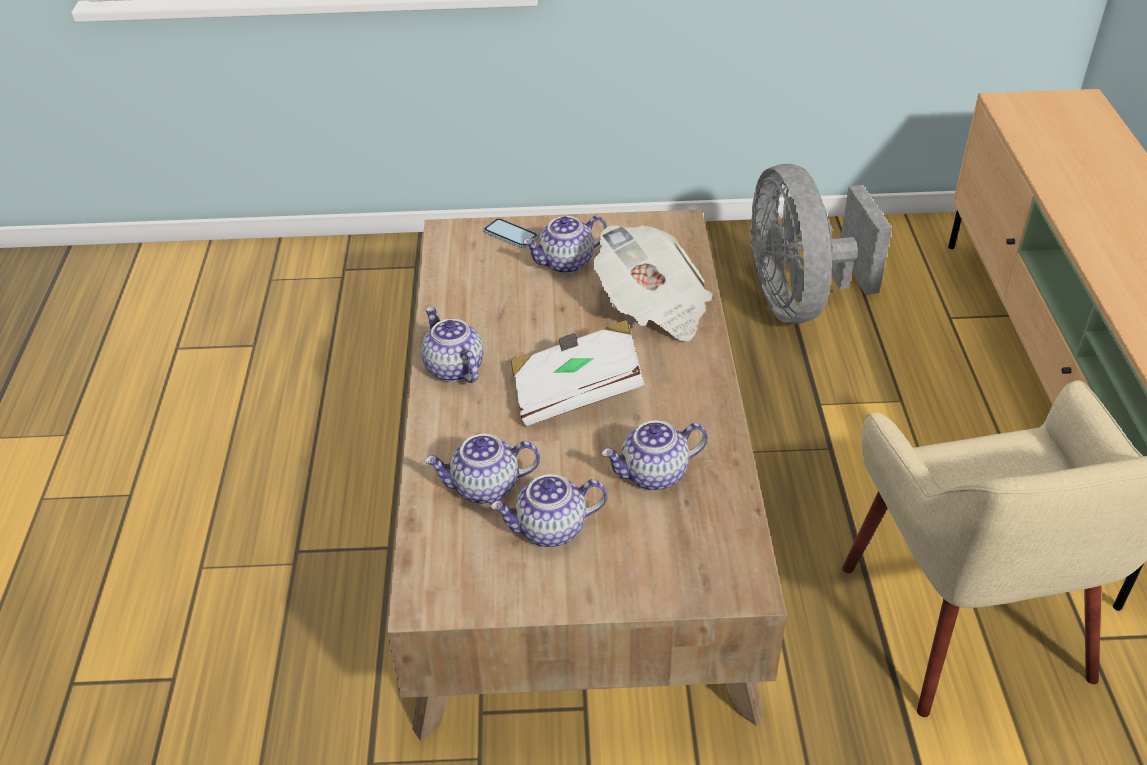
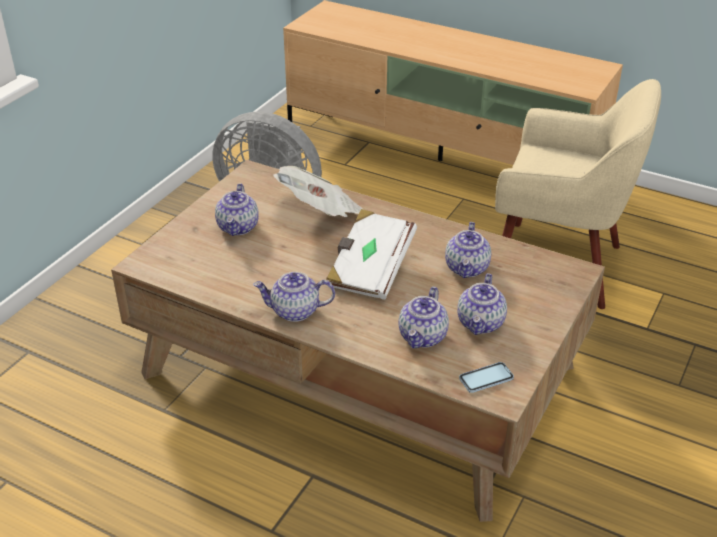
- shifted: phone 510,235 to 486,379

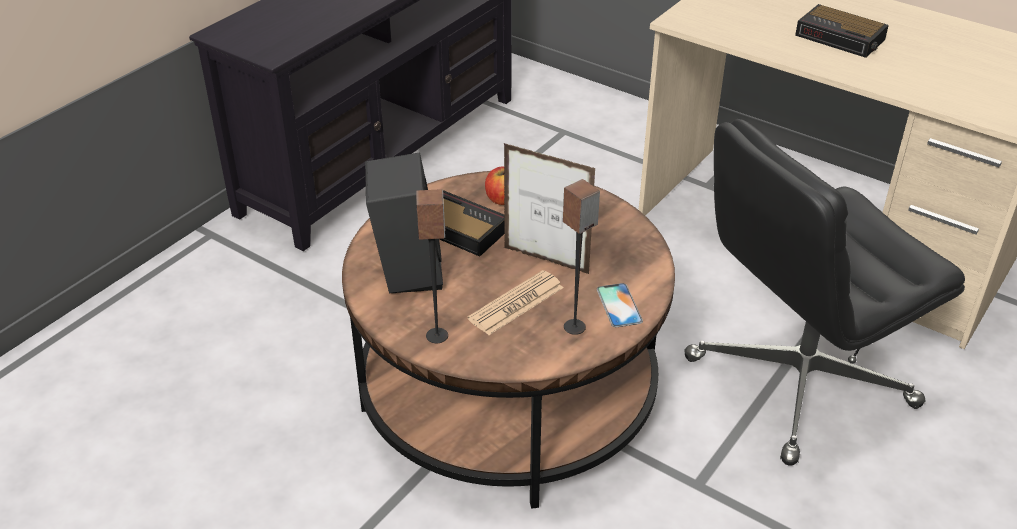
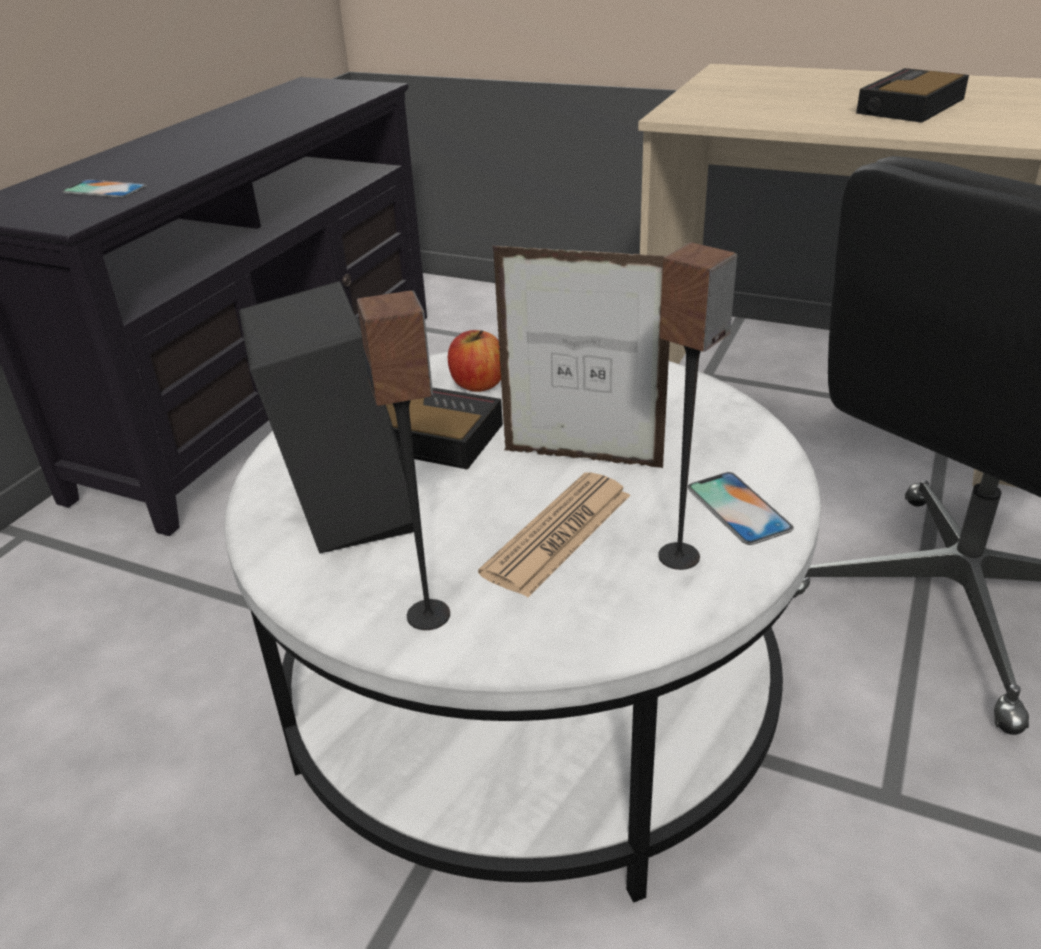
- repainted: brownish coffee table 508,391 to whitish coffee table 530,695
- rotated: table clock 841,38 = 909,106 105 degrees clockwise
- new: phone 105,189

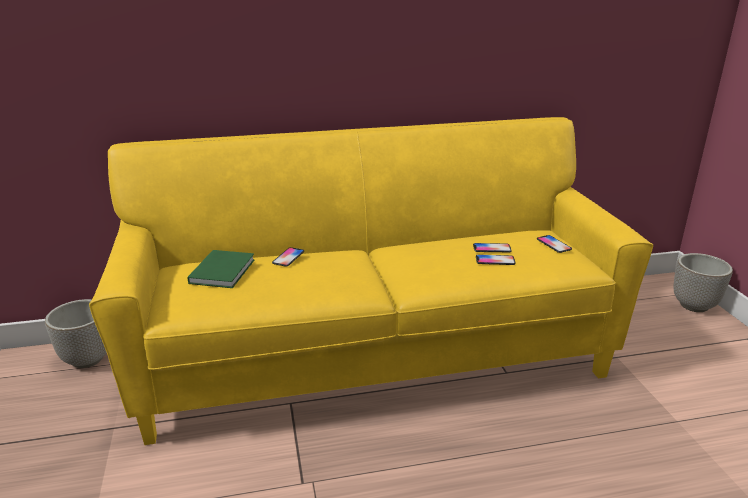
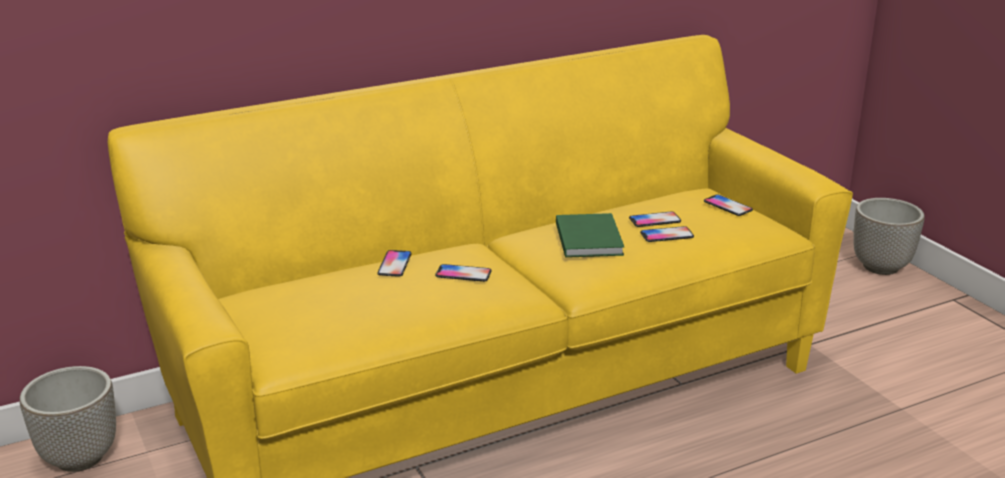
- shifted: green bound book 224,270 to 589,238
- new: phone 463,274

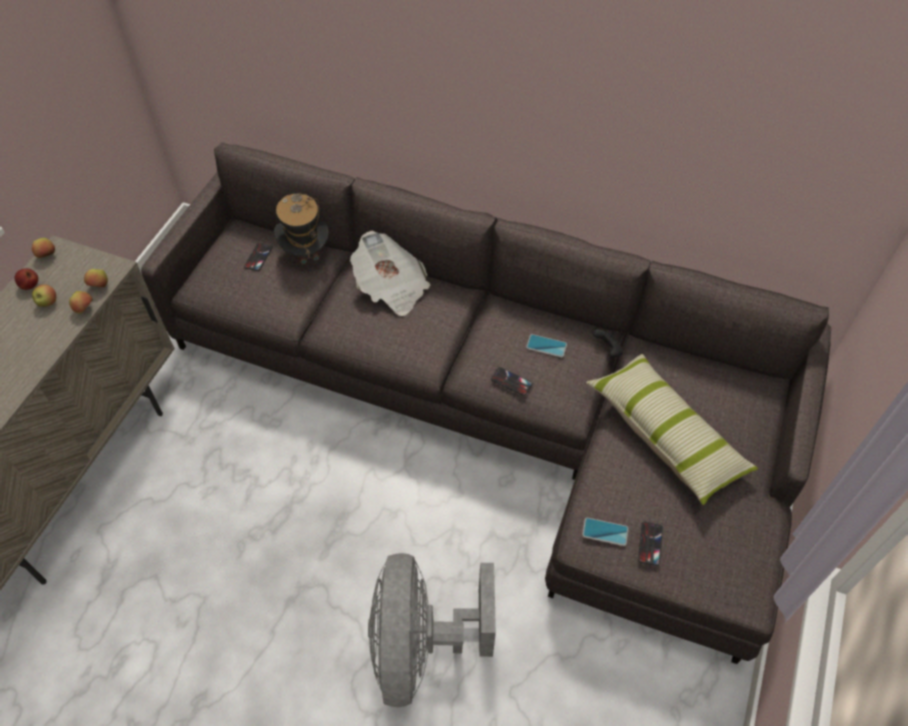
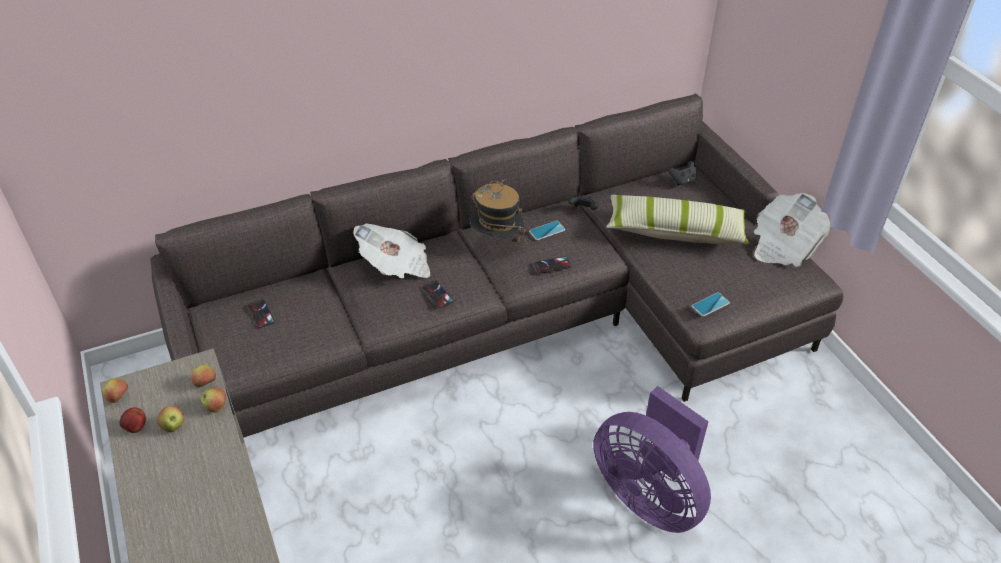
- shifted: hat 306,254 to 497,243
- repainted: gray fan 421,646 to purple-coloured fan 649,495
- shifted: phone 650,543 to 437,294
- new: black-coloured game controller 682,181
- new: newspaper 783,245

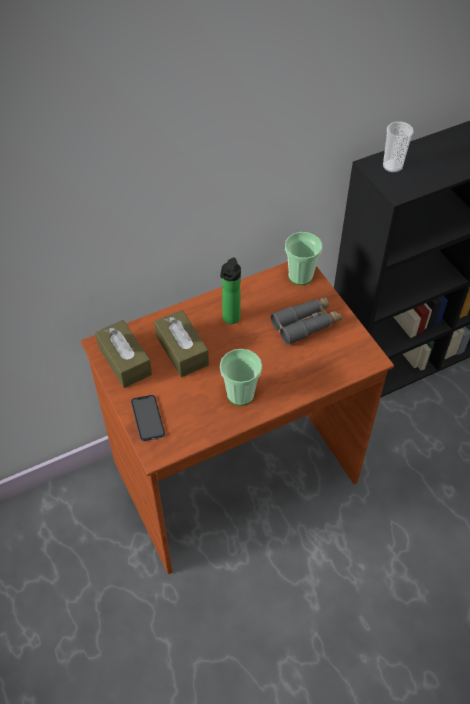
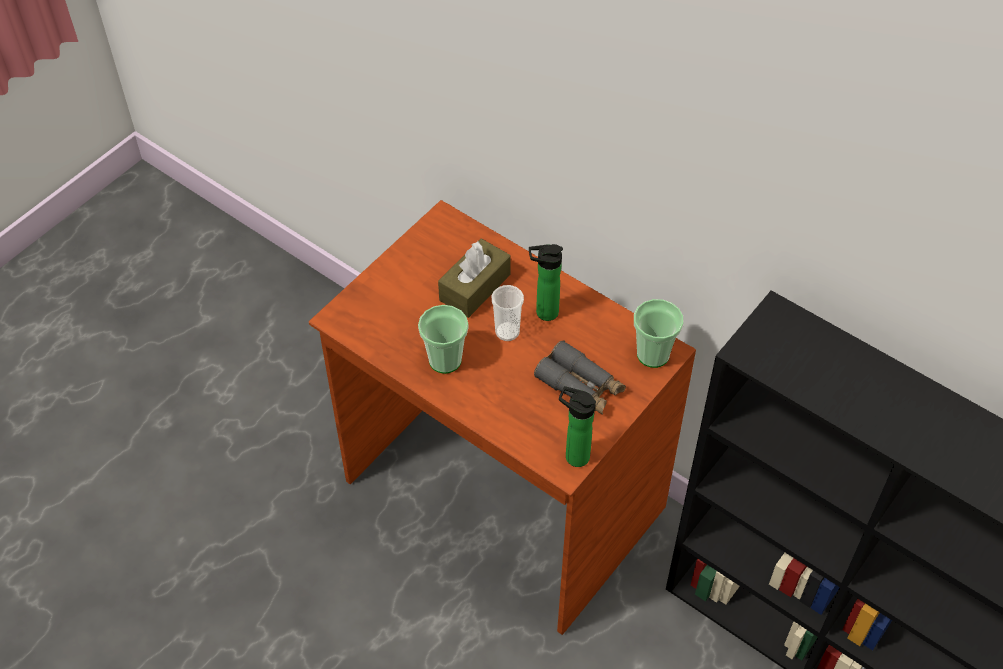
- gone: brownish tissue box 125,361
- gone: phone 148,418
- shifted: drinking cup 392,166 to 507,332
- new: bottle 573,455

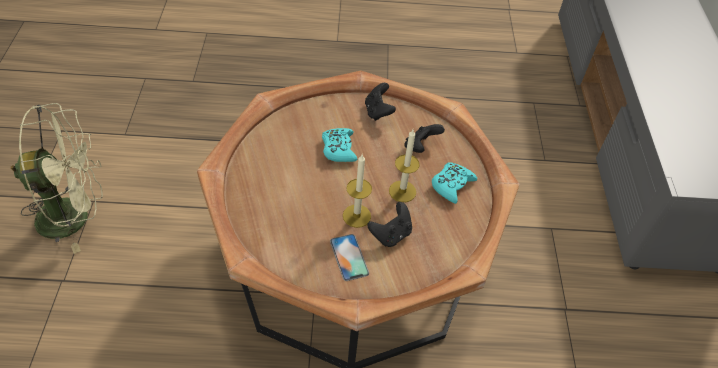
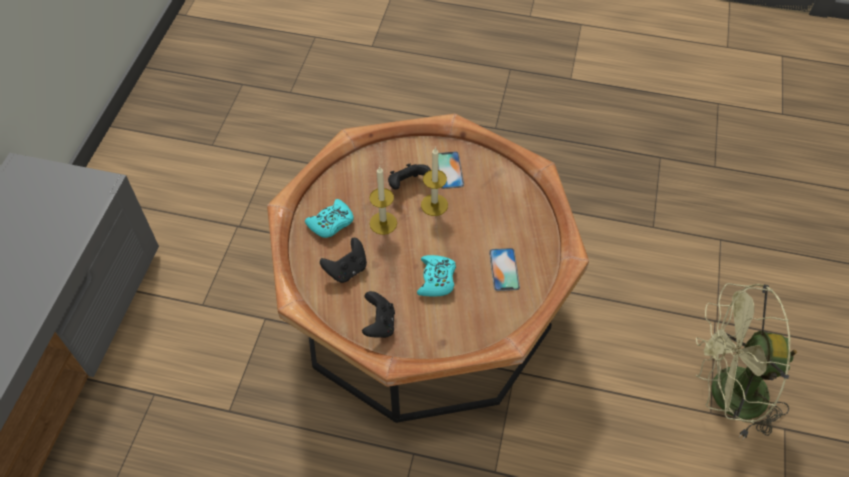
- new: phone 504,269

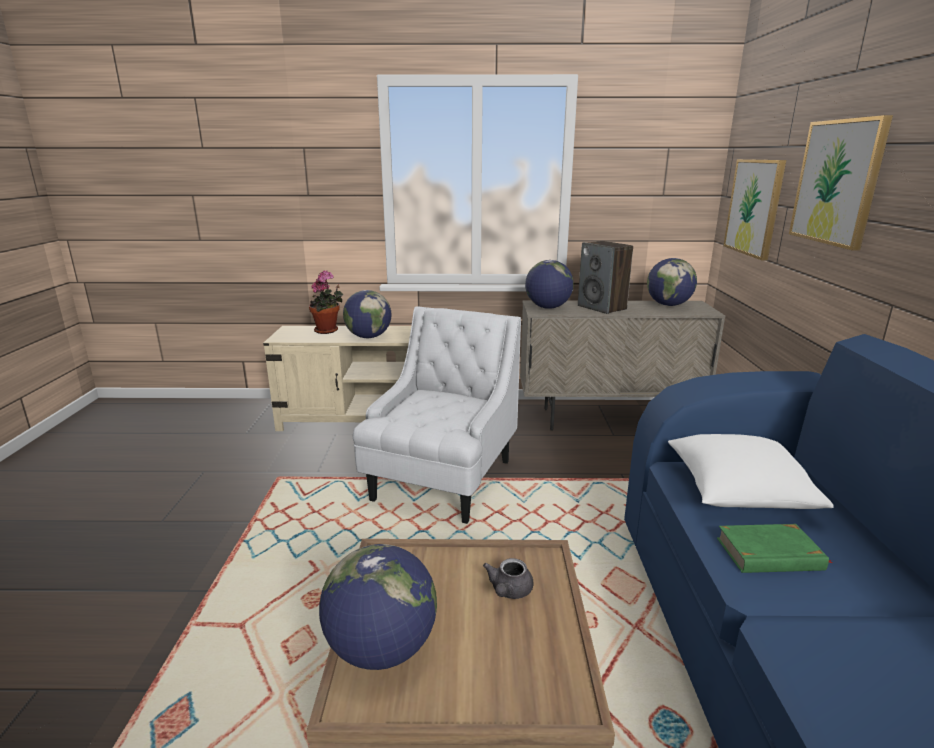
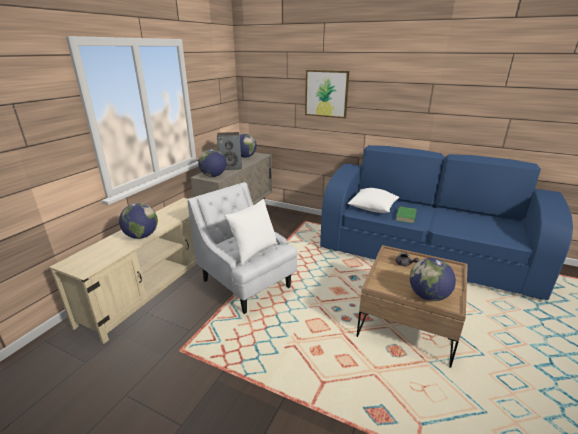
- gone: houseplant 328,331
- gone: wall art 754,207
- new: whitish pillow 254,252

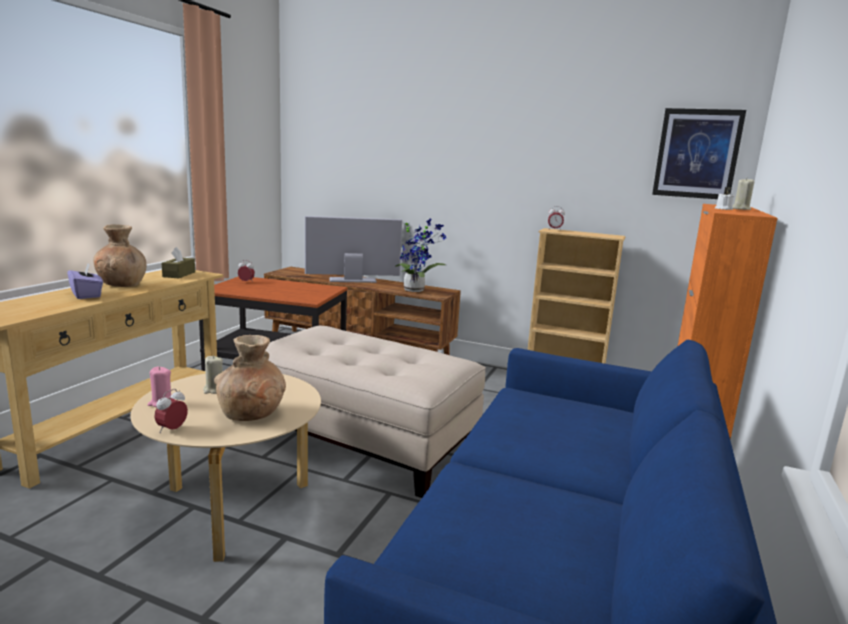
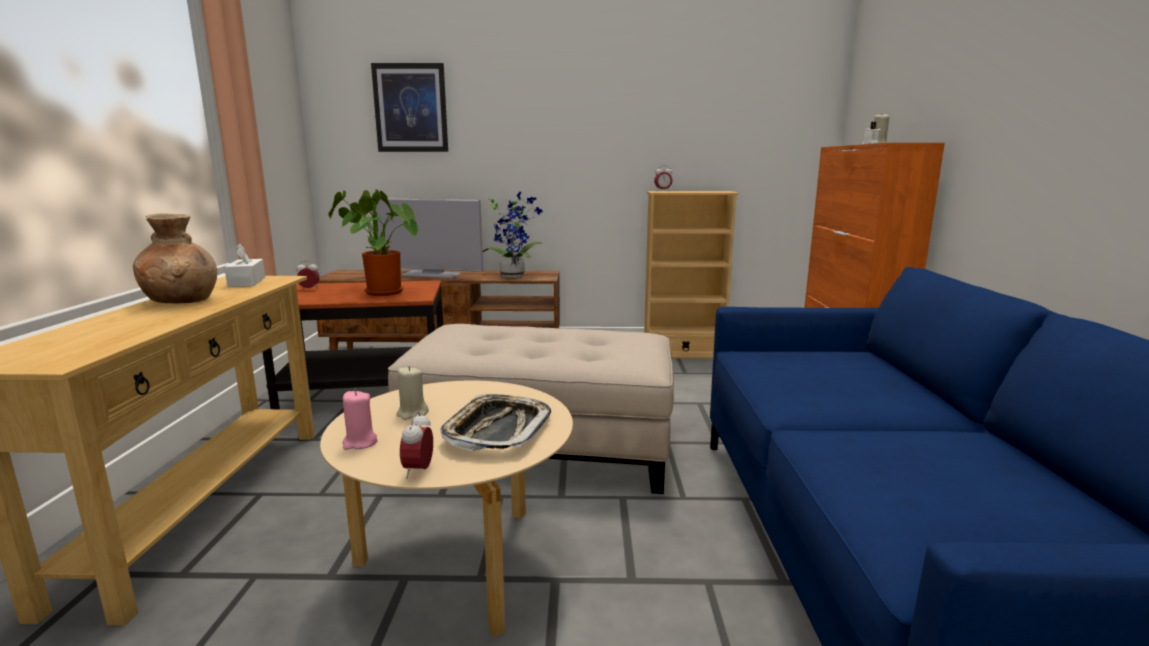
- gone: purple-coloured tissue box 87,295
- repainted: brownish tissue box 179,274 to whitish tissue box 247,282
- swapped: brownish vase 252,414 to tray 497,430
- rotated: TV 353,280 = 431,275 135 degrees counterclockwise
- shifted: wall art 697,154 to 410,108
- new: houseplant 380,292

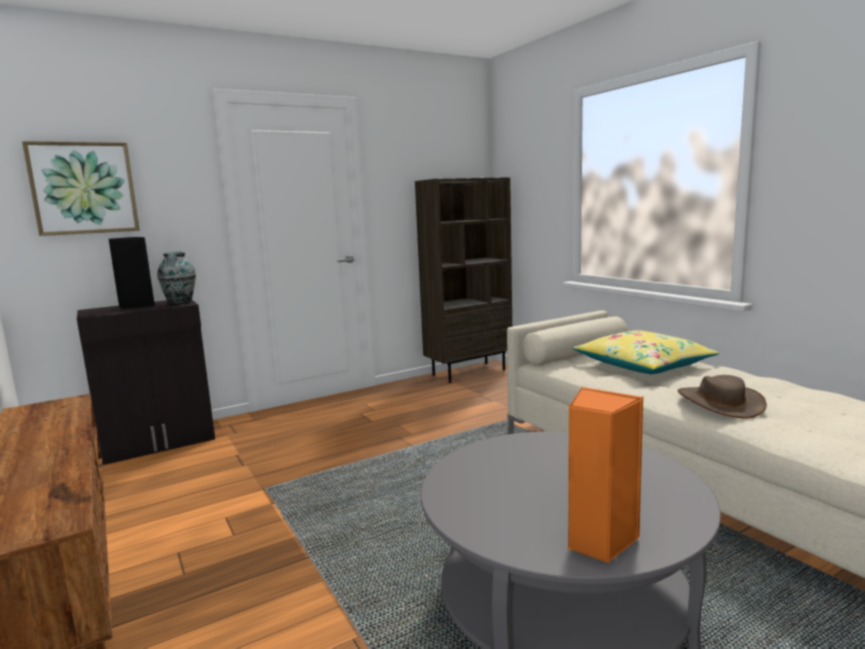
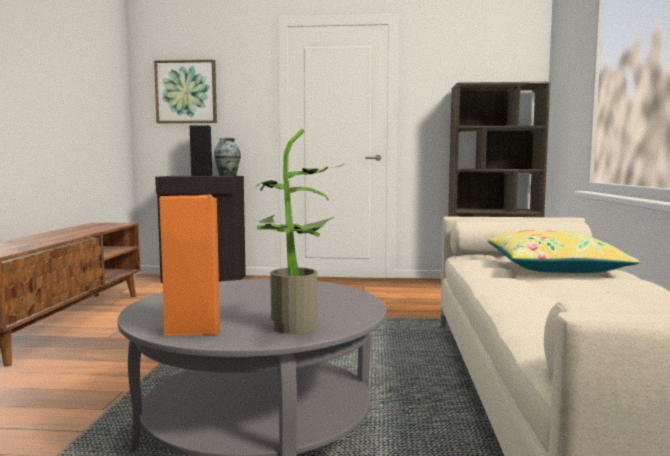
- gone: brownish hat 720,402
- new: houseplant 295,329

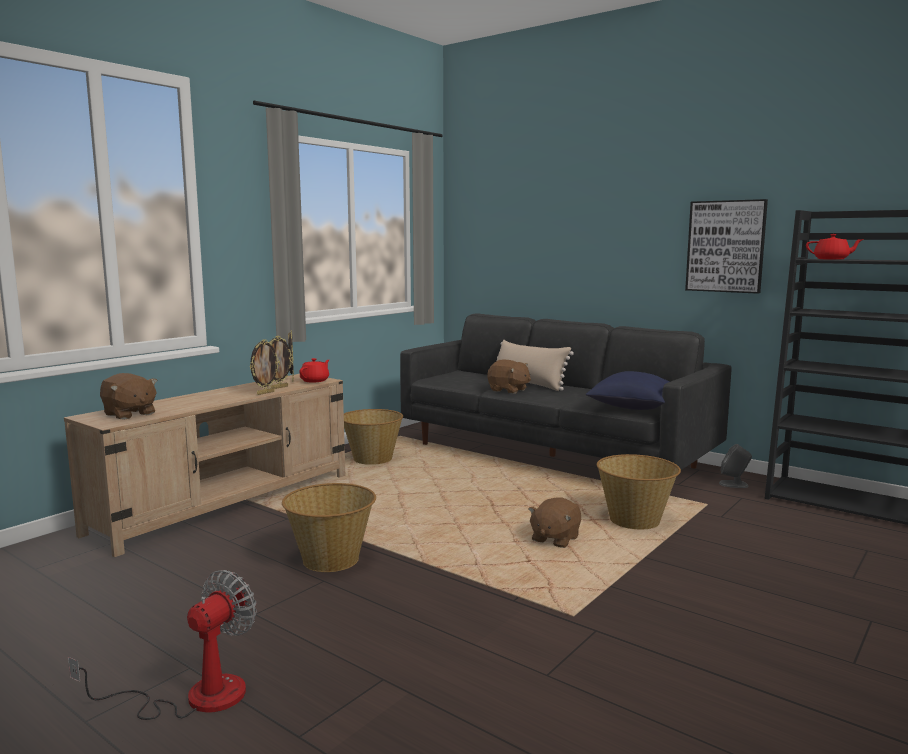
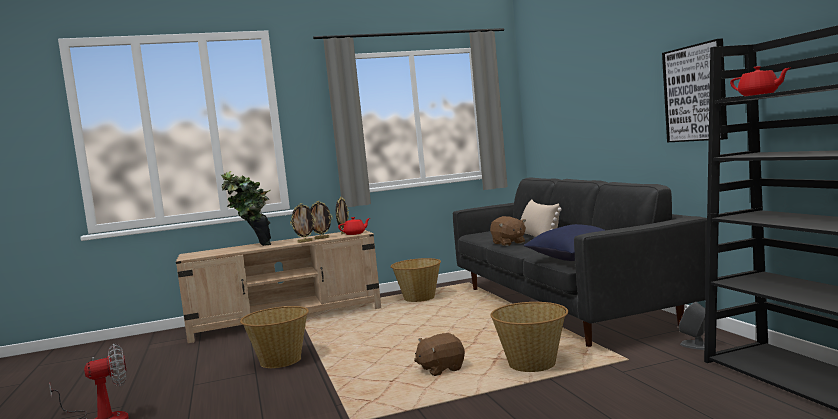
- gone: brownish plush toy 129,414
- new: houseplant 253,247

